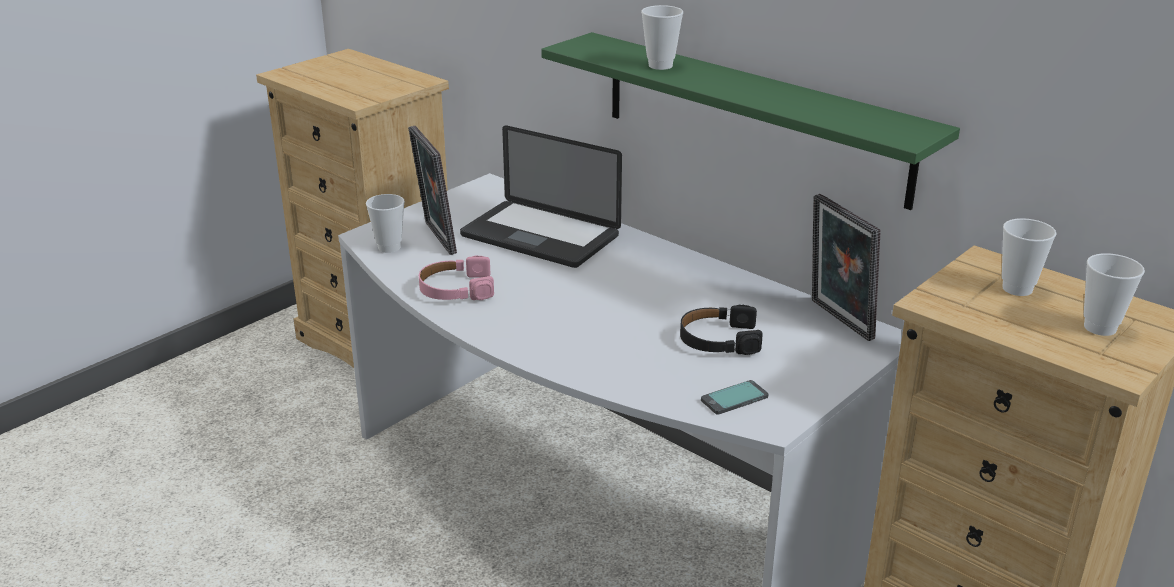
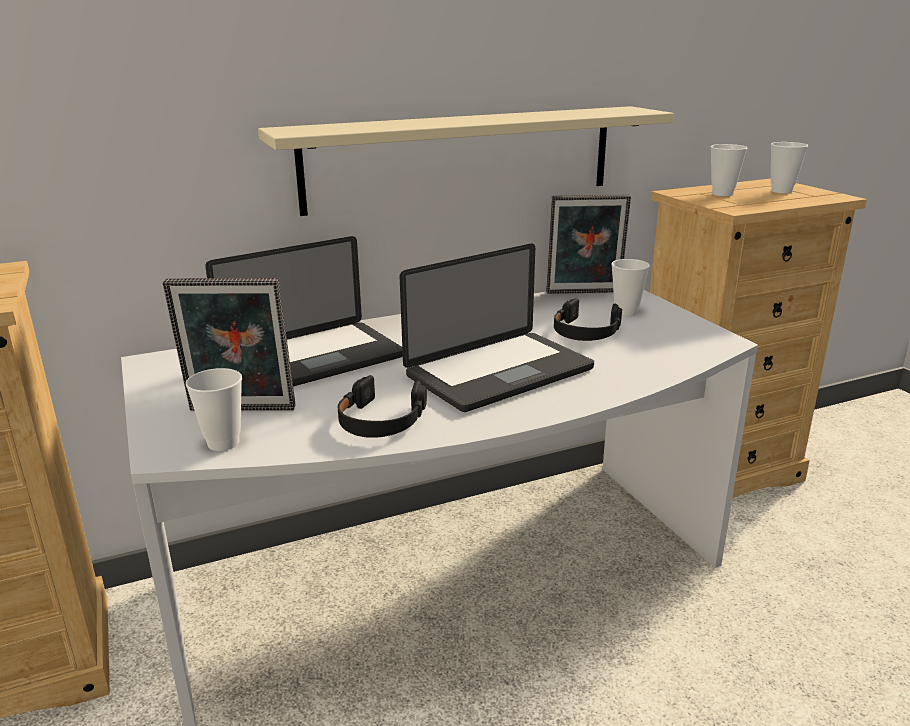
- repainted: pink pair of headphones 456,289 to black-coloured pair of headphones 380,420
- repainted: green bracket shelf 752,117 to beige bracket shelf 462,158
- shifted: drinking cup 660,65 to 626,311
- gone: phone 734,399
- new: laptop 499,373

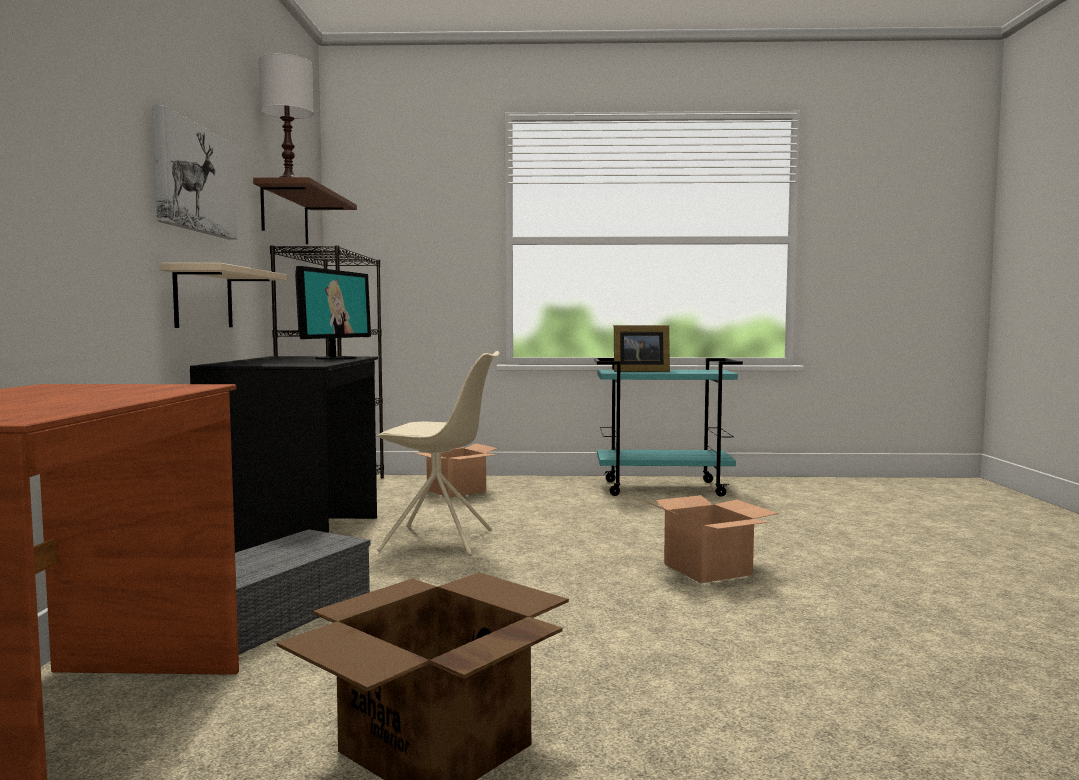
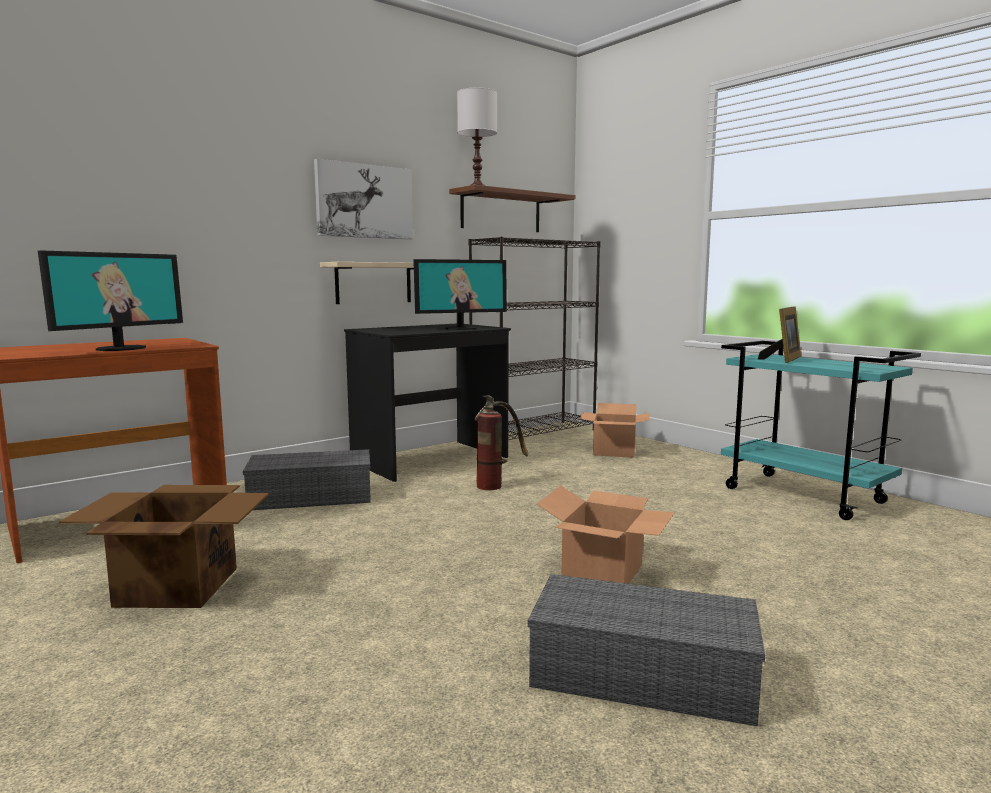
- swapped: beige upright chair 439,541 to extinguisher 495,484
- rotated: standing frame 639,371 = 784,359 105 degrees counterclockwise
- new: computer display 120,348
- new: gray storage box 646,674

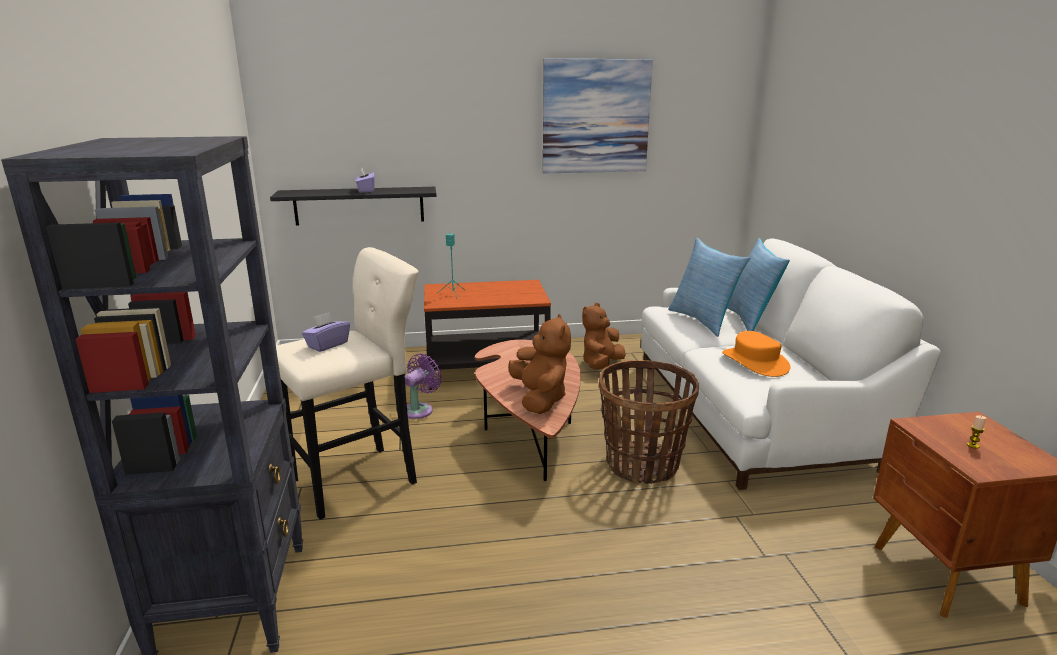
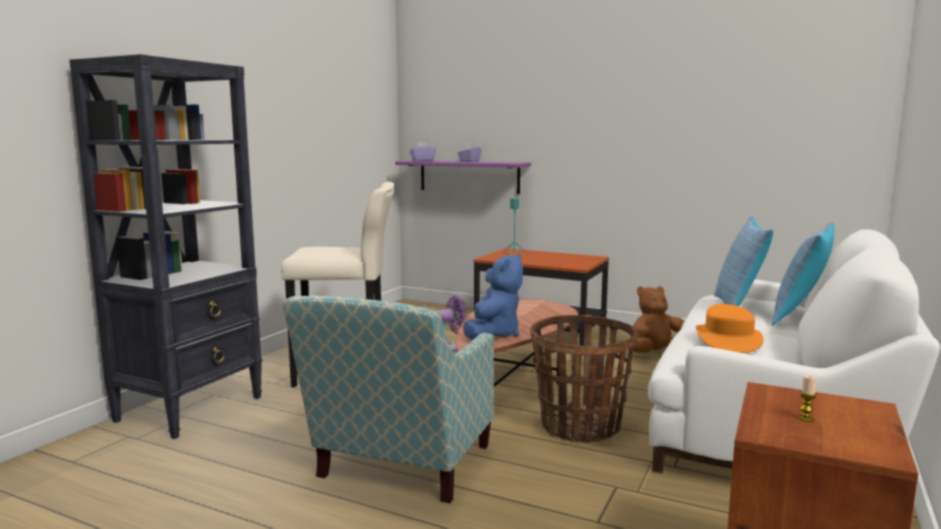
- repainted: black-coloured bracket shelf 359,205 to purple-coloured bracket shelf 469,176
- shifted: purple-coloured tissue box 327,345 to 422,161
- repainted: brownish plush toy 540,399 to blue-coloured plush toy 493,334
- gone: wall art 596,116
- new: lounge chair 399,469

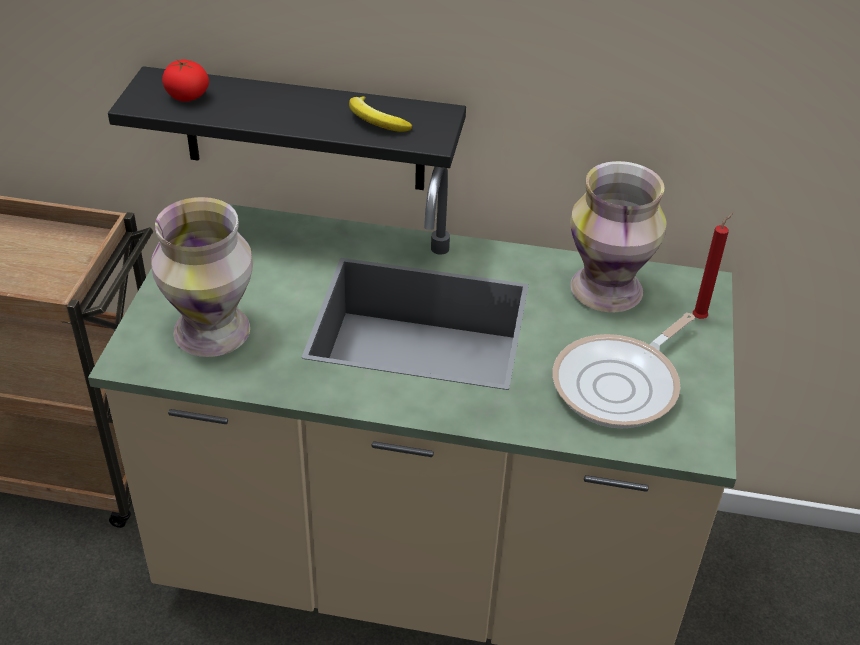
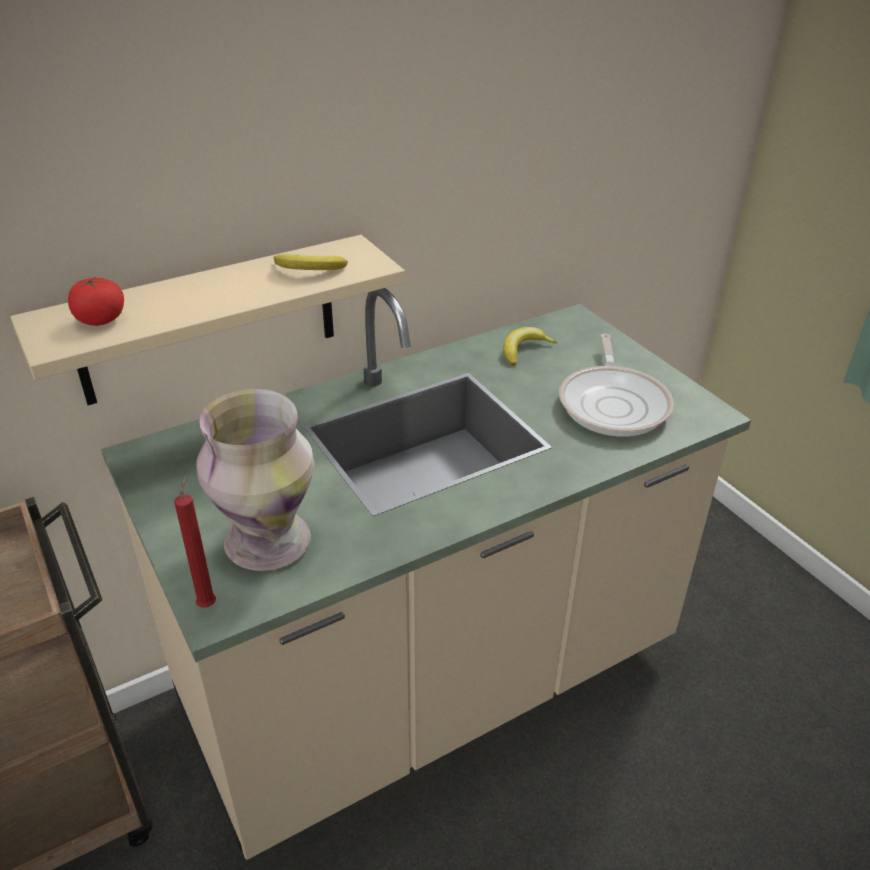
- repainted: black-coloured bracket shelf 304,130 to beige bracket shelf 209,321
- swapped: vase 607,290 to whole banana 524,350
- shifted: red-coloured wax light 700,317 to 208,603

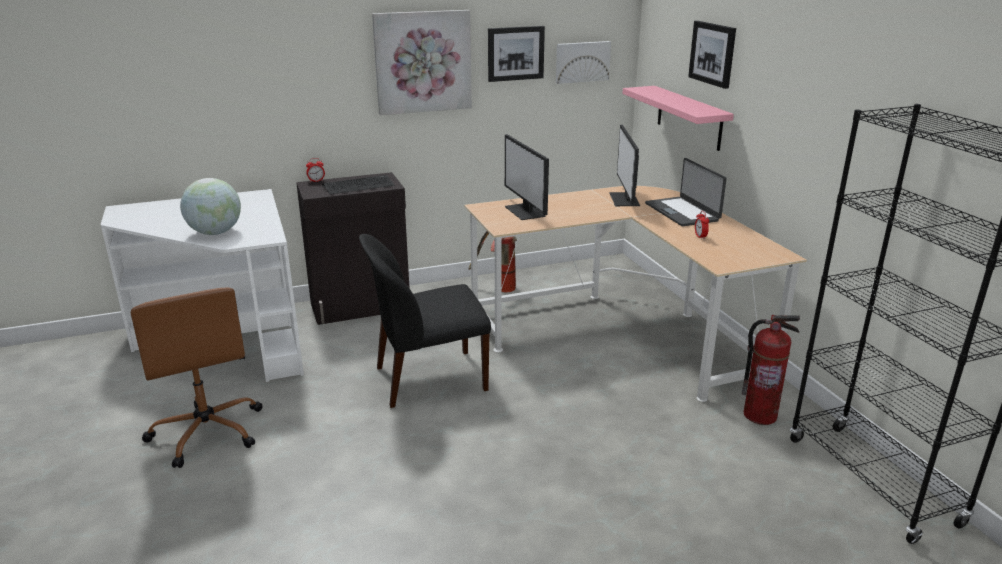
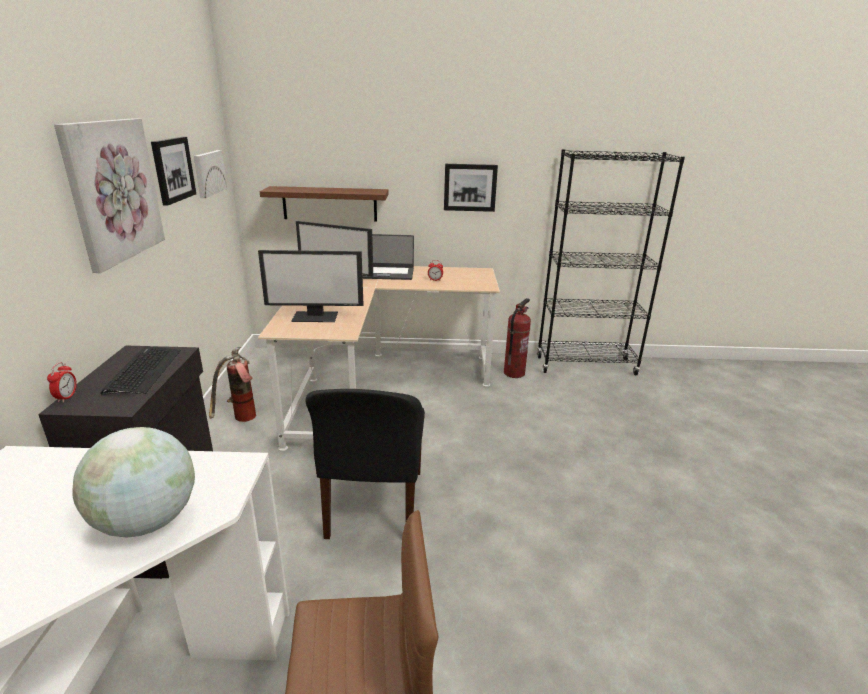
- repainted: pink bracket shelf 689,117 to brownish bracket shelf 329,204
- shifted: wall art 713,53 to 470,187

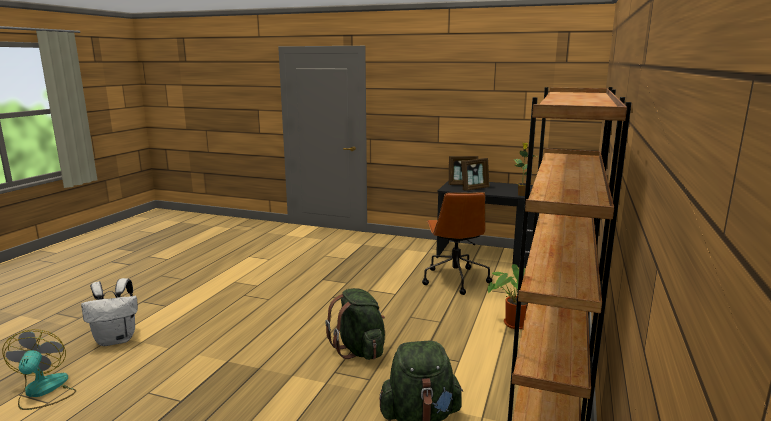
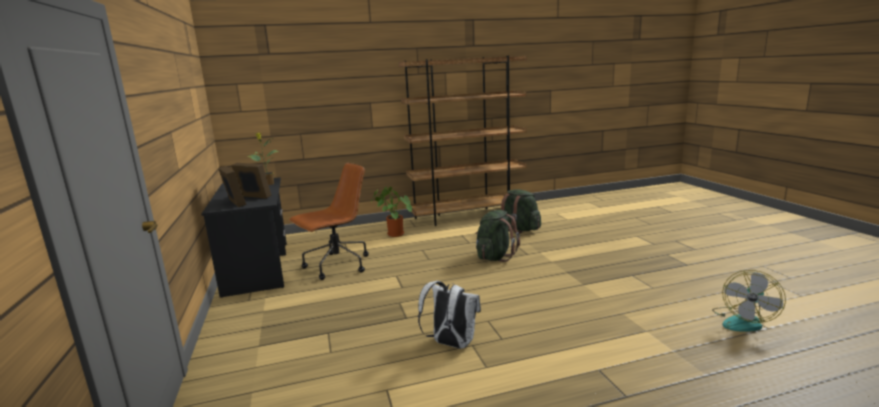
- shifted: whitish knapsack 117,339 to 451,344

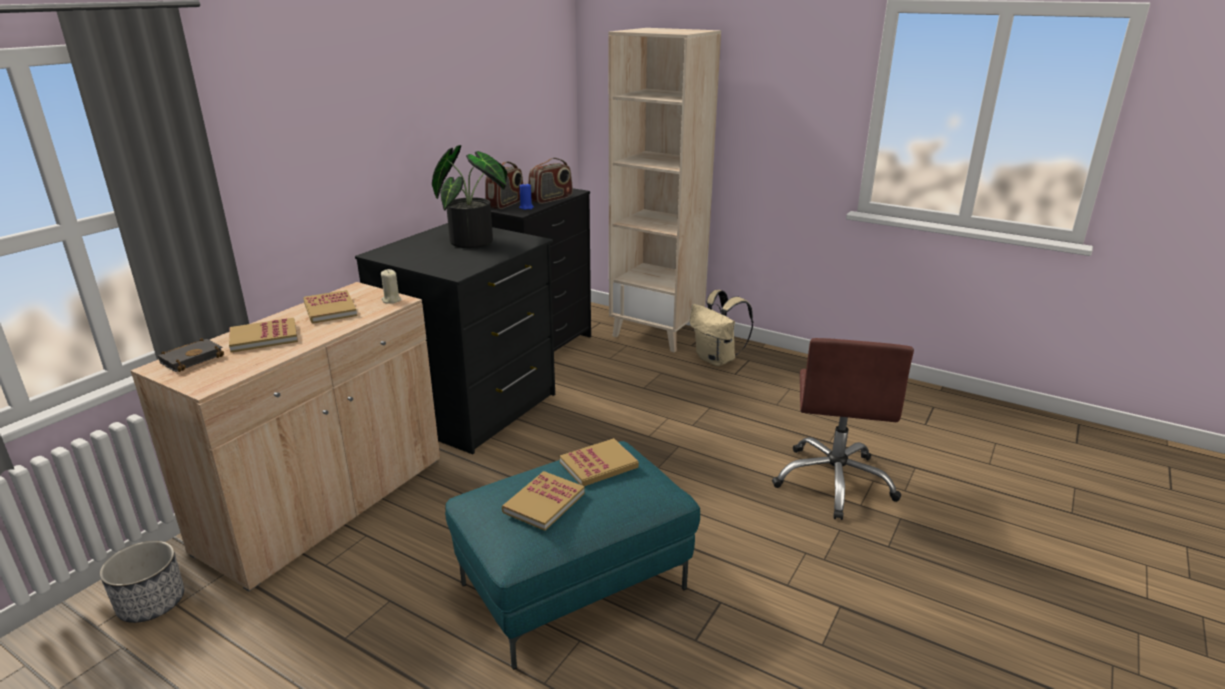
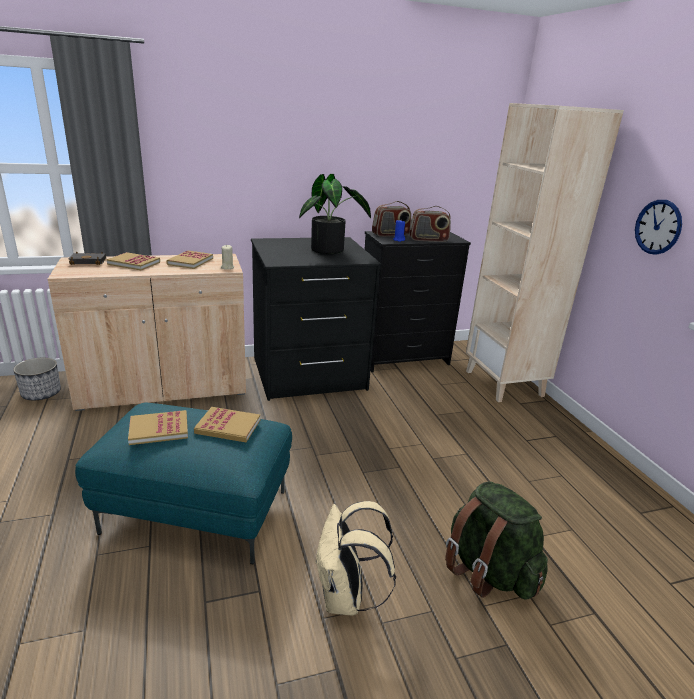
- shifted: beige knapsack 717,359 to 346,597
- swapped: brownish office chair 834,482 to green knapsack 488,571
- new: wall clock 658,227

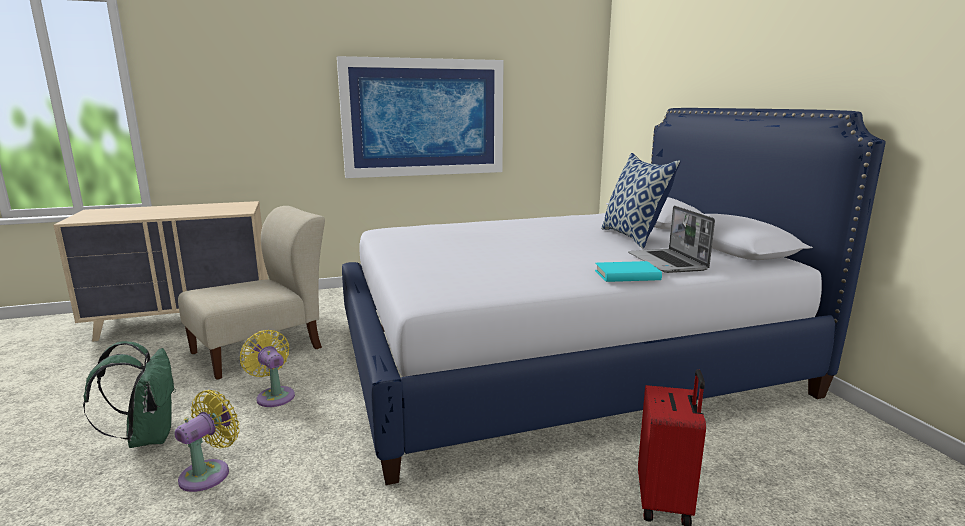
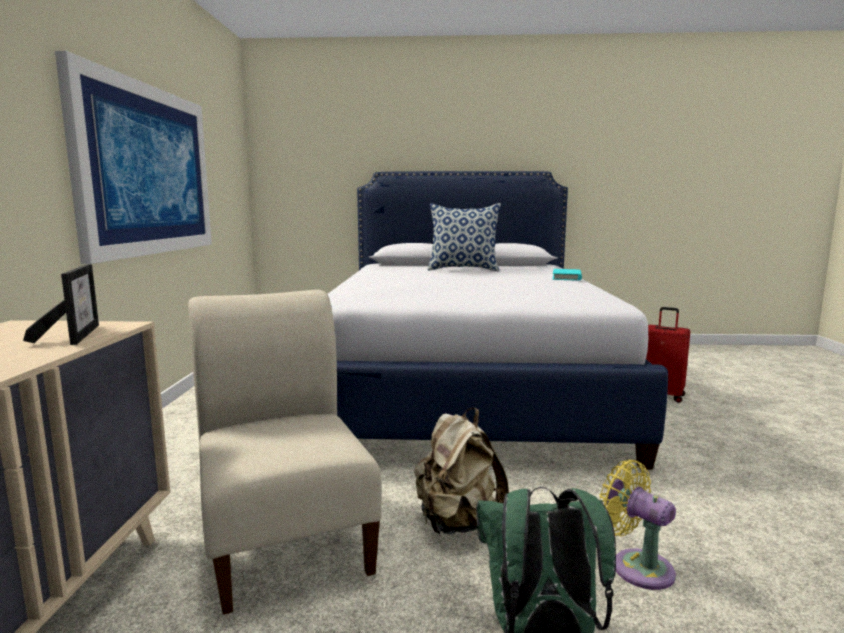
- swapped: yellow-coloured fan 274,395 to beige knapsack 457,523
- gone: laptop 668,262
- new: standing frame 75,335

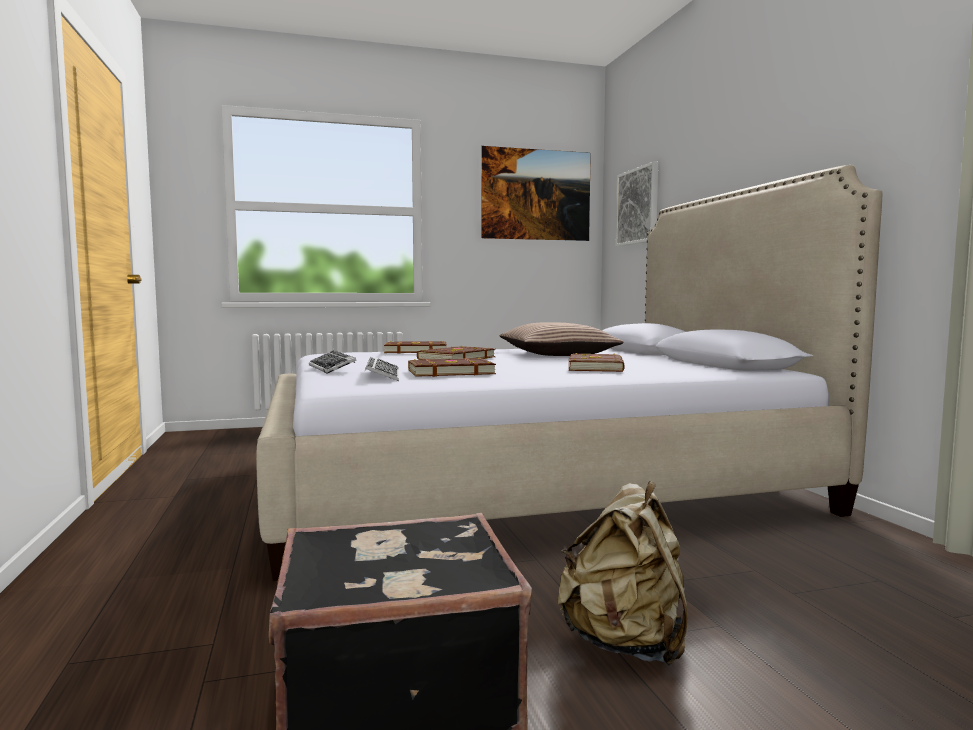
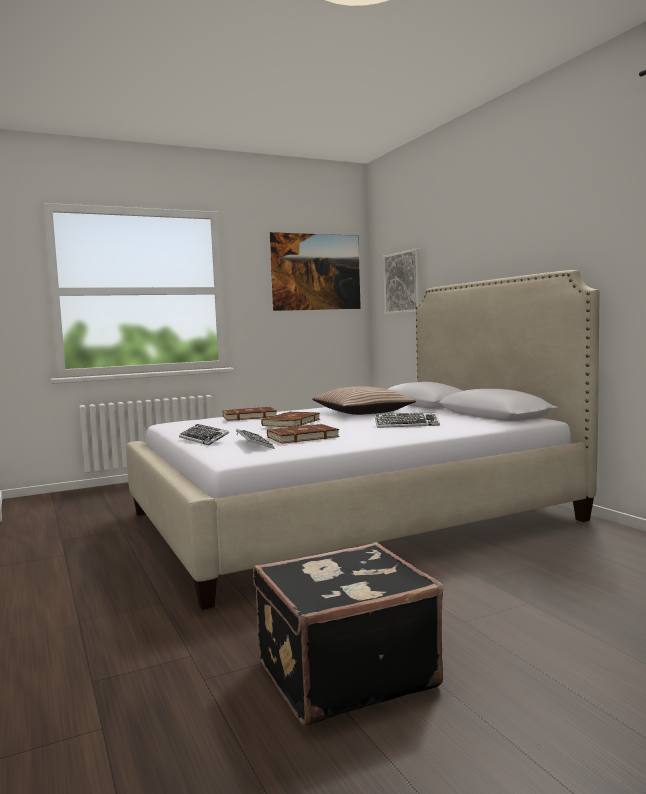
- gone: beige knapsack 625,643
- swapped: brownish bound book 597,367 to keyboard 406,424

